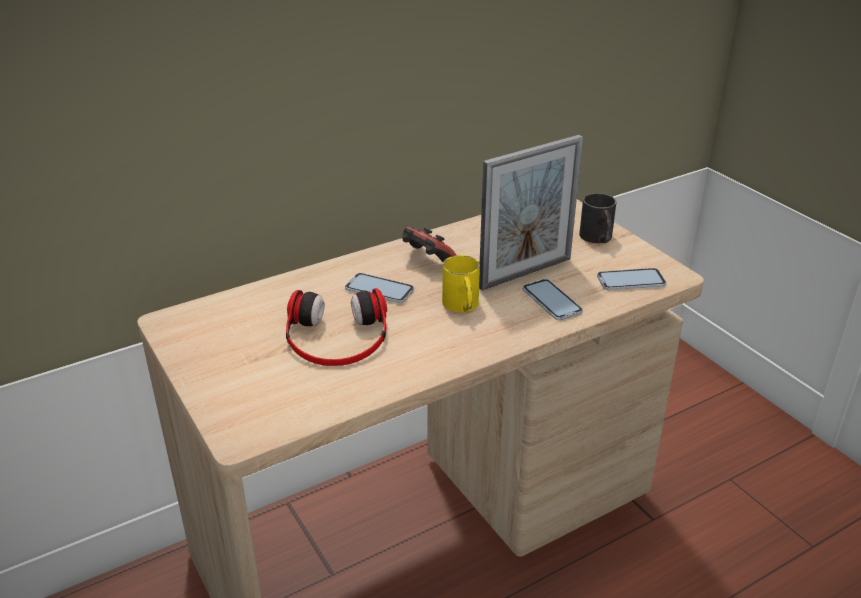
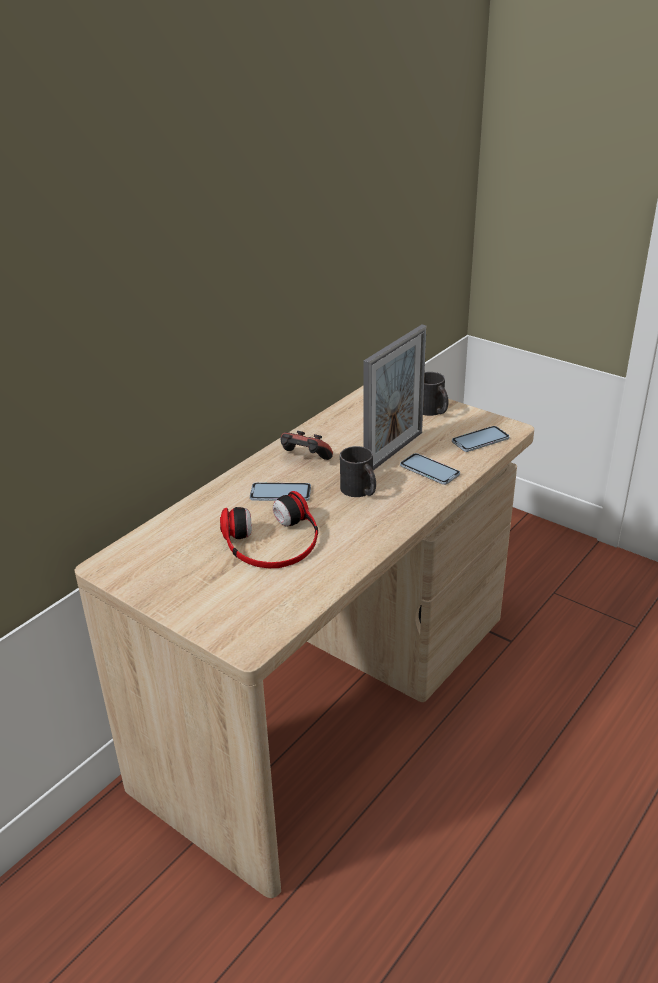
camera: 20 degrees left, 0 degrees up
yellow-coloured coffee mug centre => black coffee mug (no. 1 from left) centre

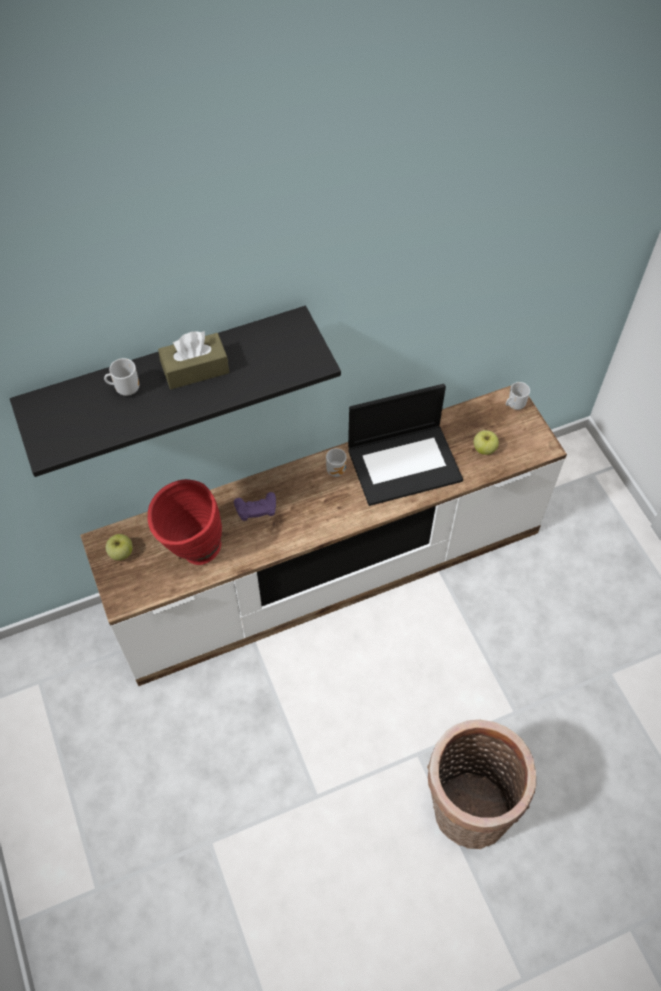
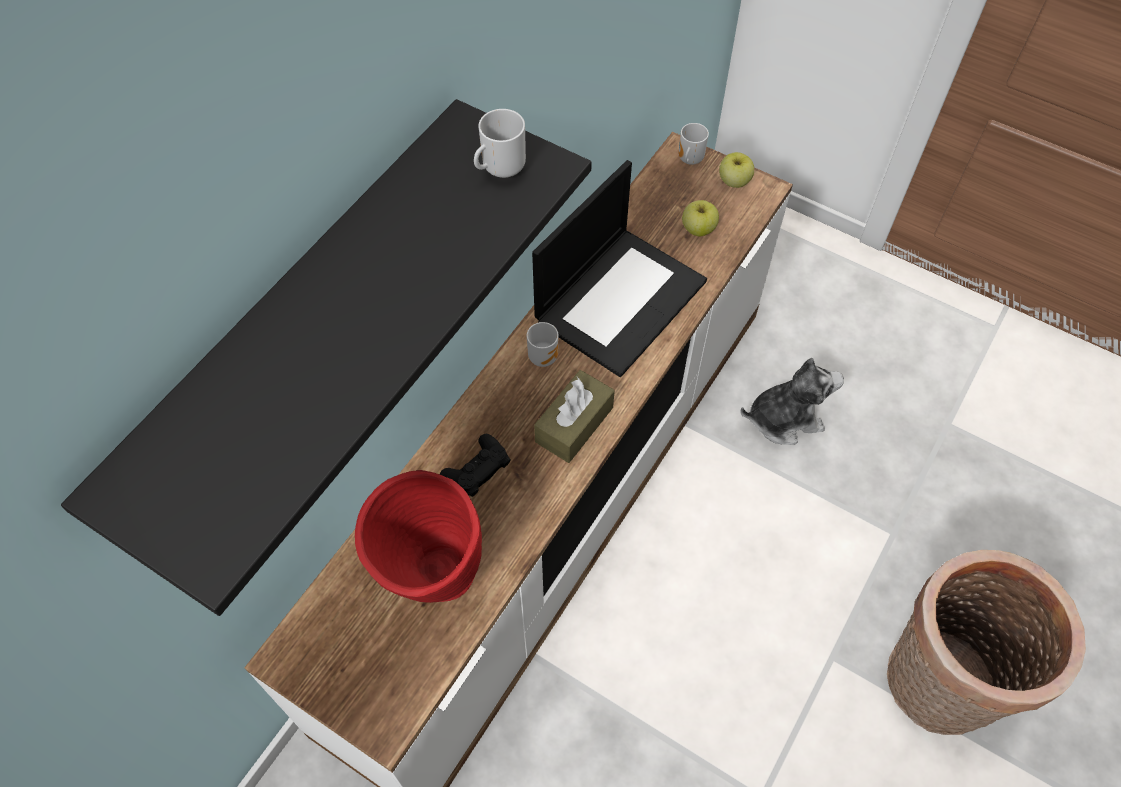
camera: 35 degrees left, 0 degrees up
coffee mug (no. 1 from left) middle left => coffee mug (no. 1 from left) top centre, relocated
apple (no. 1 from left in the first image) middle left => apple (no. 2 from left) top centre, relocated
brown-coloured tissue holder middle left => brown-coloured tissue holder centre, relocated
purplish gamepad centre => black gamepad centre
nothing => plush toy middle right

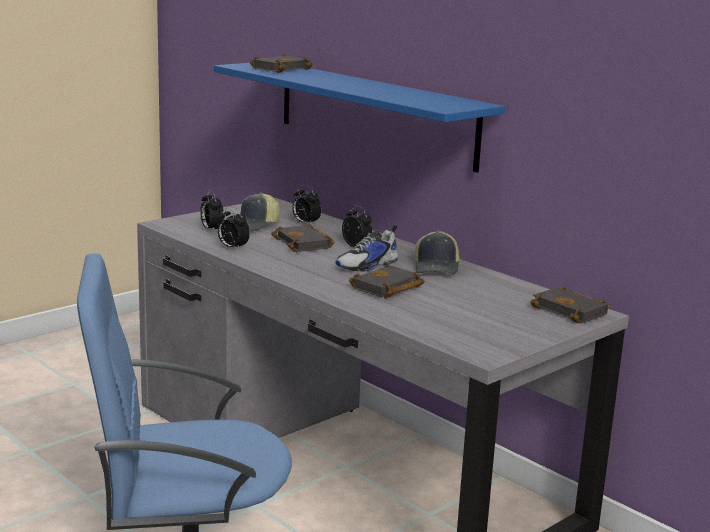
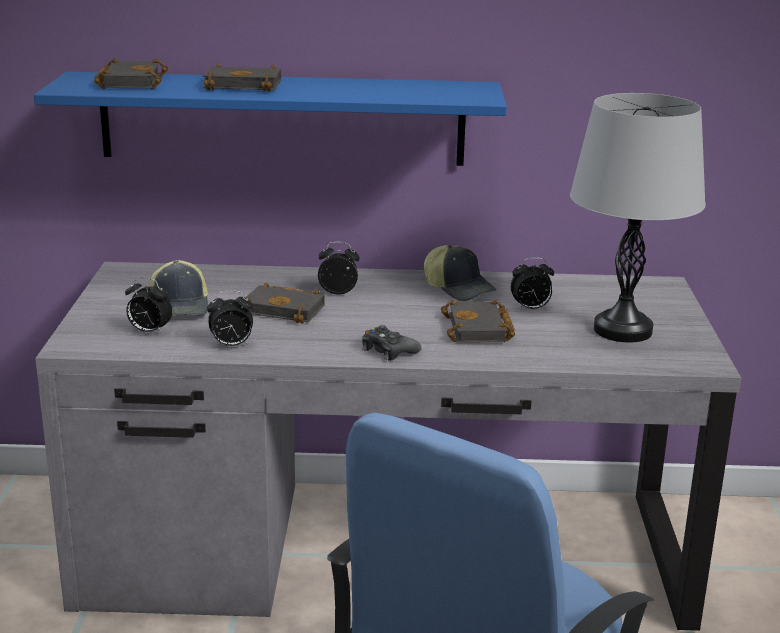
camera: 45 degrees left, 5 degrees up
bedside clock (no. 3 from left in the first image) centre => bedside clock (no. 4 from left) middle right, relocated
low shoe centre => nothing
black bound book (no. 4 from left in the first image) middle right => black bound book (no. 2 from left) top left, relocated
nothing => black gamepad centre
nothing => grey tabletop lamp middle right

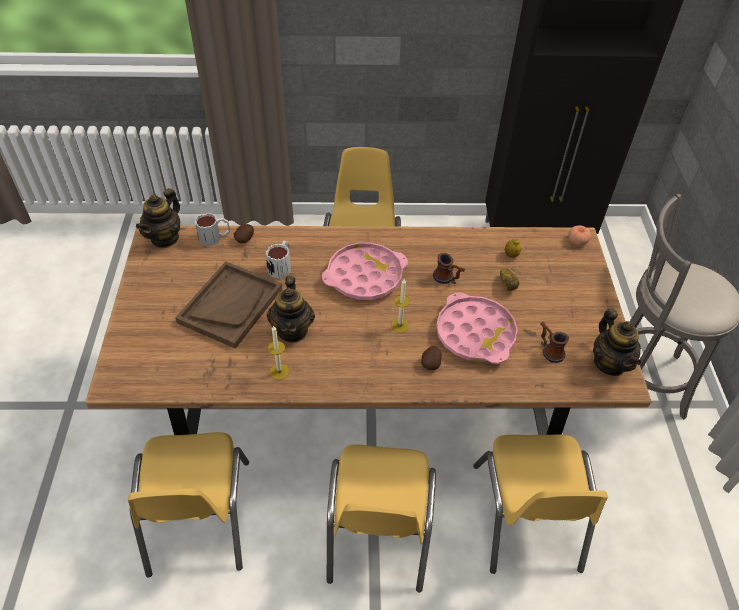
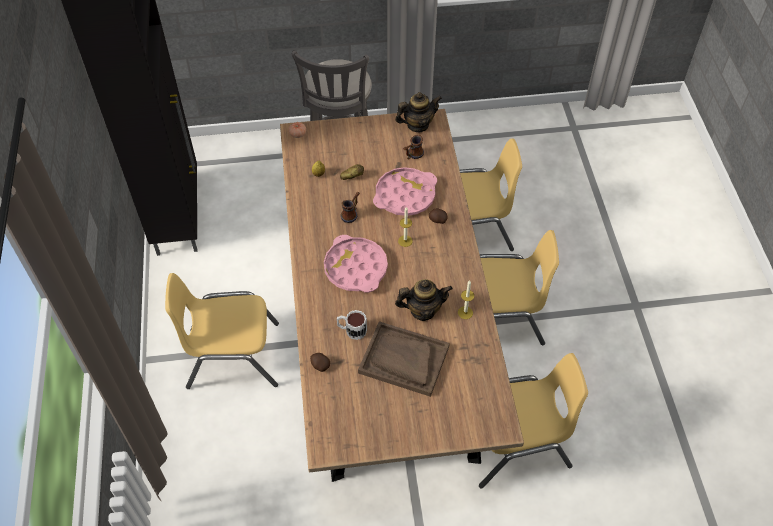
camera: 95 degrees left, 5 degrees up
teapot (no. 1 from left) middle left => nothing
coffee mug (no. 1 from left) middle left => nothing

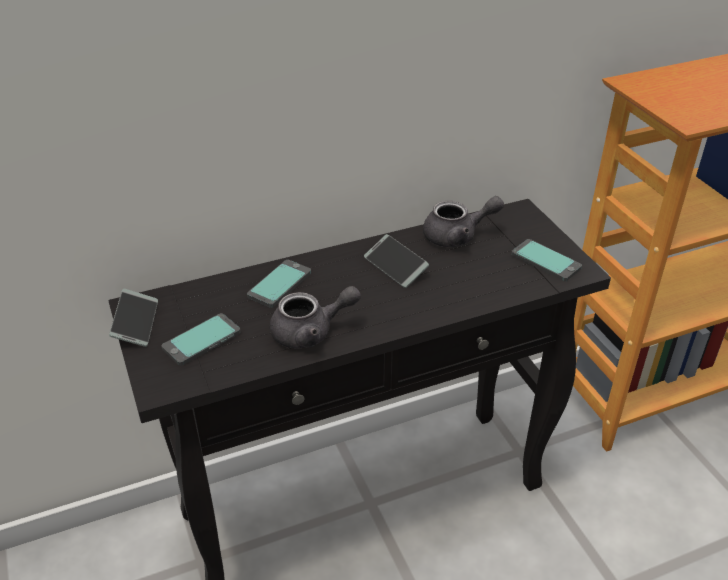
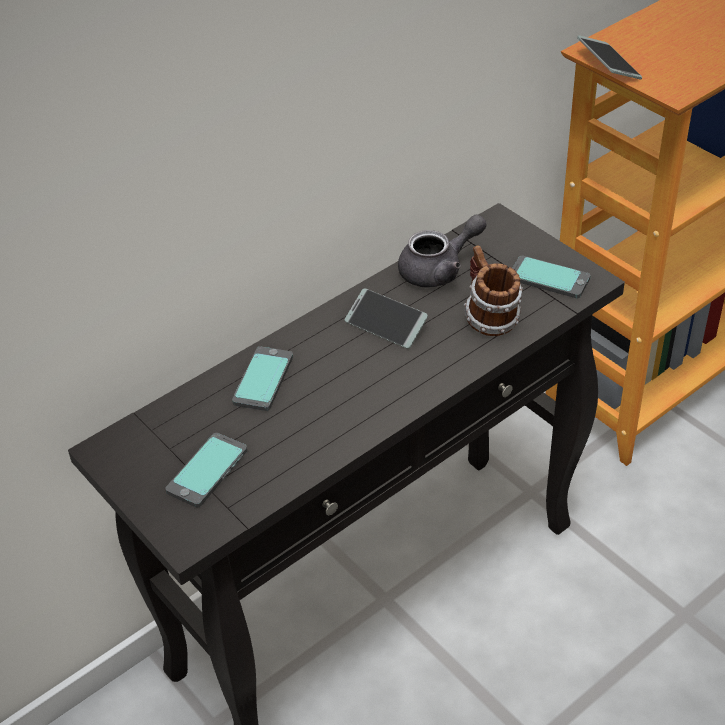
camera: 15 degrees left, 5 degrees up
handset (no. 1 from left in the first image) middle left => handset (no. 5 from left) top right, relocated
grey teapot (no. 1 from left) centre => nothing
nothing => coffee mug middle right

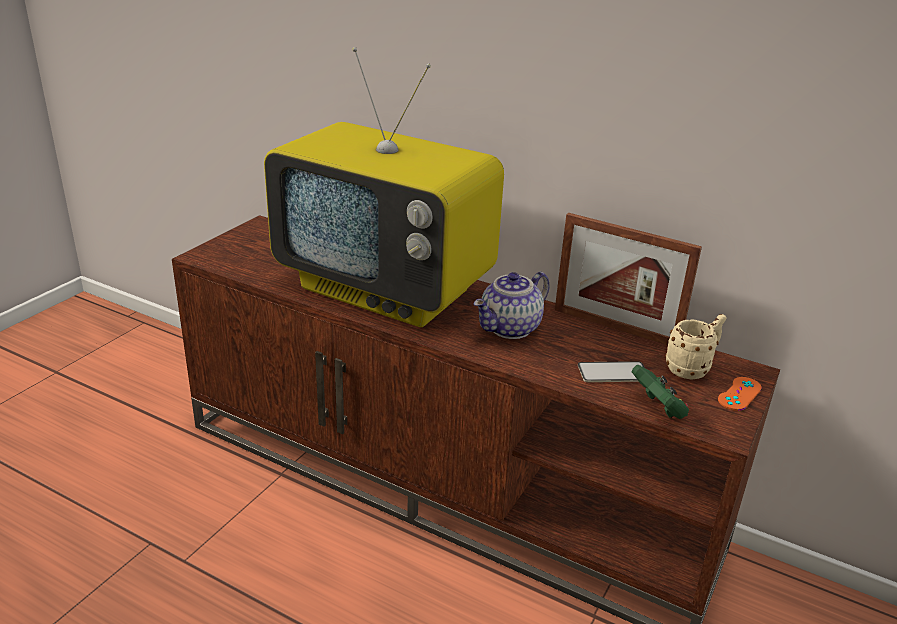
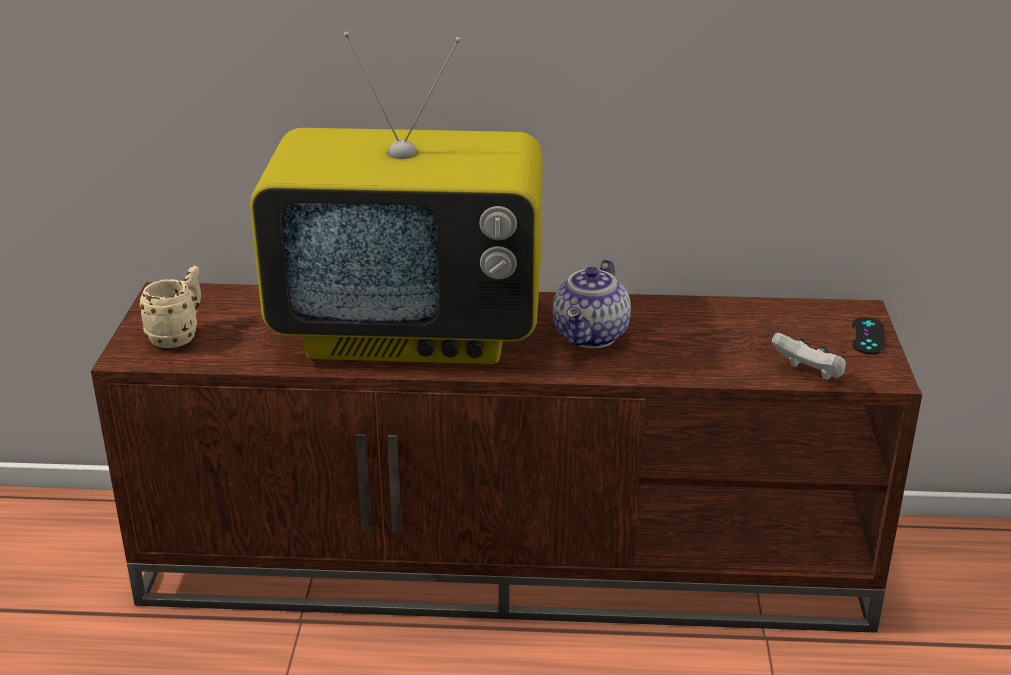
camera: 25 degrees left, 0 degrees up
picture frame middle right => nothing
handset middle right => nothing
green gamepad middle right => whitish gamepad middle right
beige-coloured coffee mug middle right => beige-coloured coffee mug middle left, relocated
orange-coloured gamepad middle right => black gamepad middle right

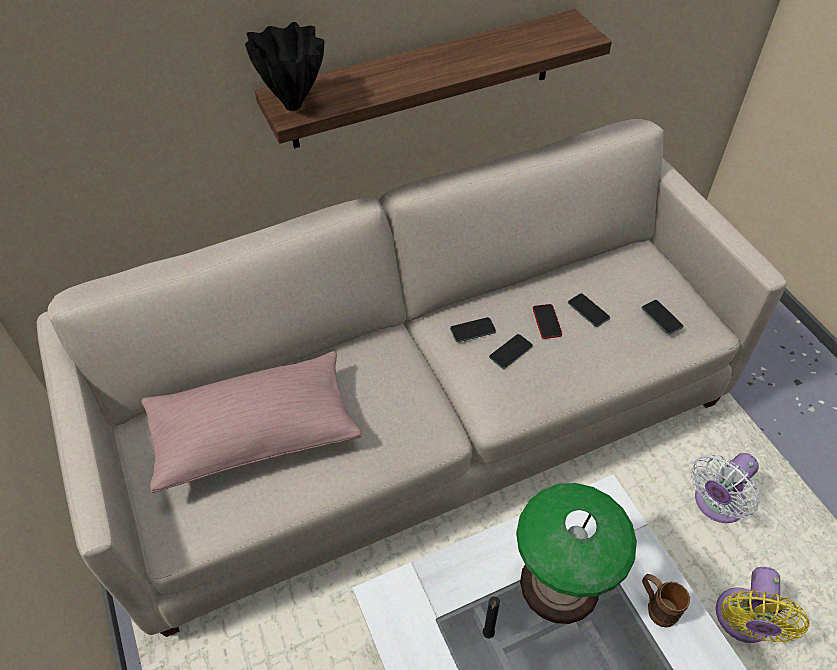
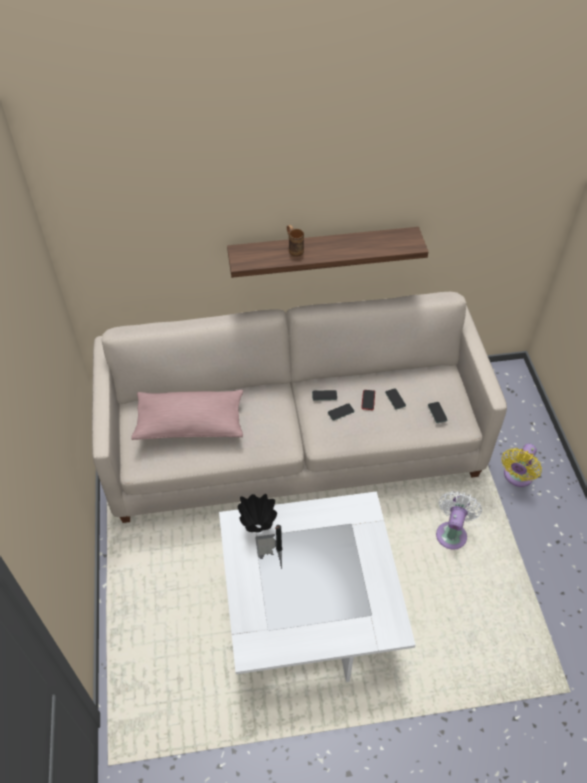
camera: 15 degrees right, 0 degrees up
black decorative vase top centre => black decorative vase centre, relocated
tabletop lamp bottom right => nothing
brown-coloured coffee mug bottom right => brown-coloured coffee mug top centre, relocated
whitish electric fan bottom right => whitish electric fan middle right, 135 degrees clockwise
yellow-coloured electric fan bottom right => yellow-coloured electric fan middle right, relocated

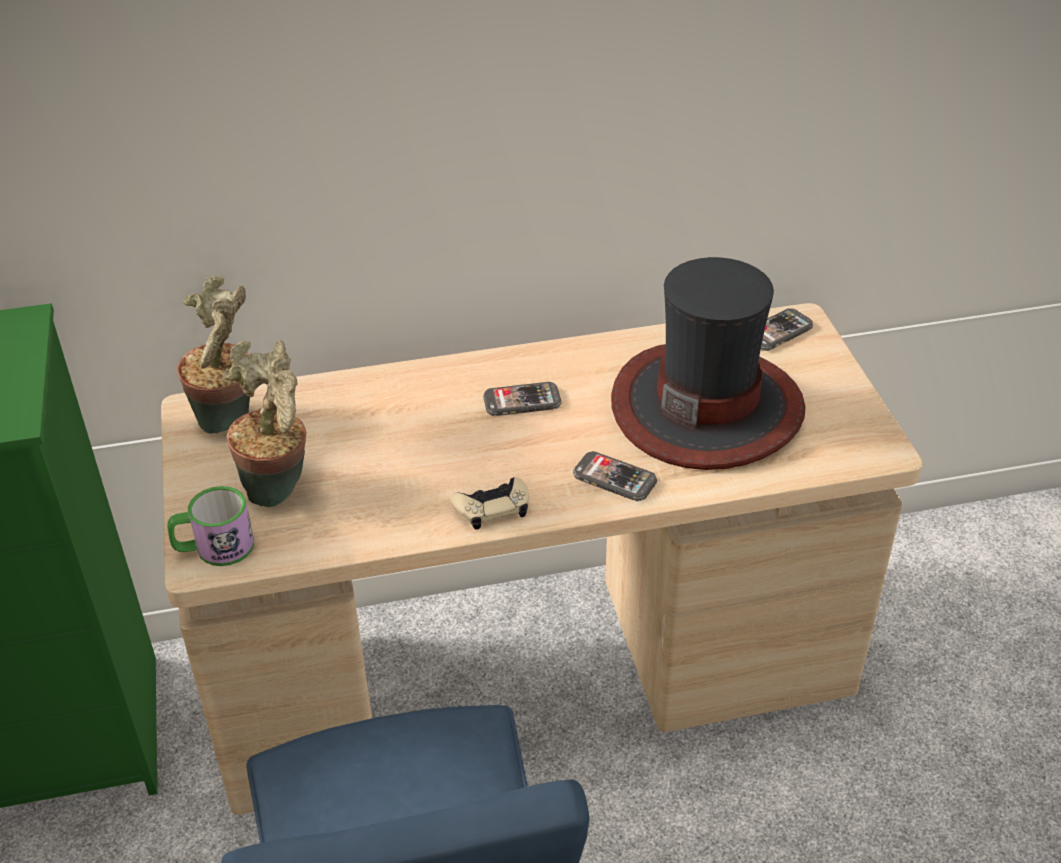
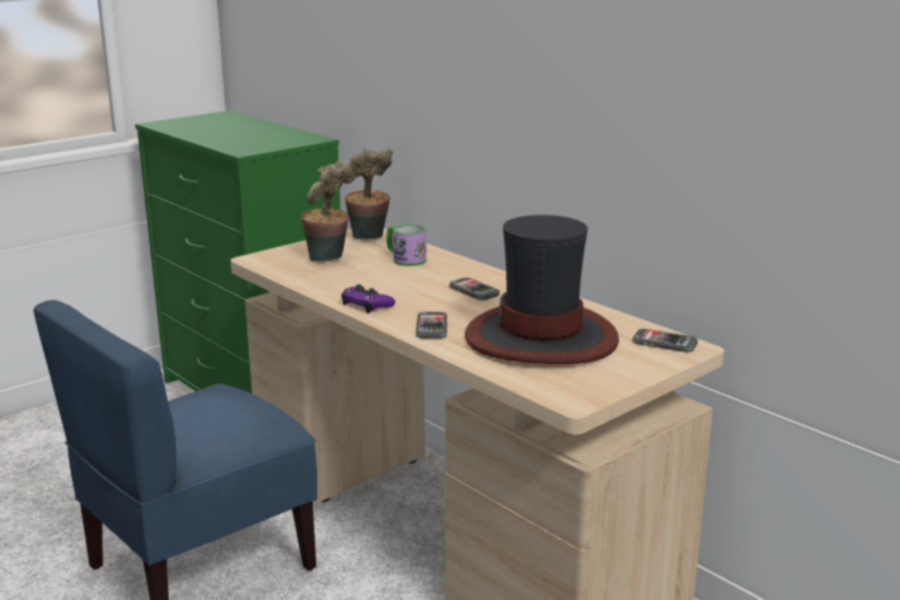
camera: 60 degrees right, 20 degrees down
coffee mug middle left => coffee mug centre, relocated
beige-coloured gamepad centre => purplish gamepad centre

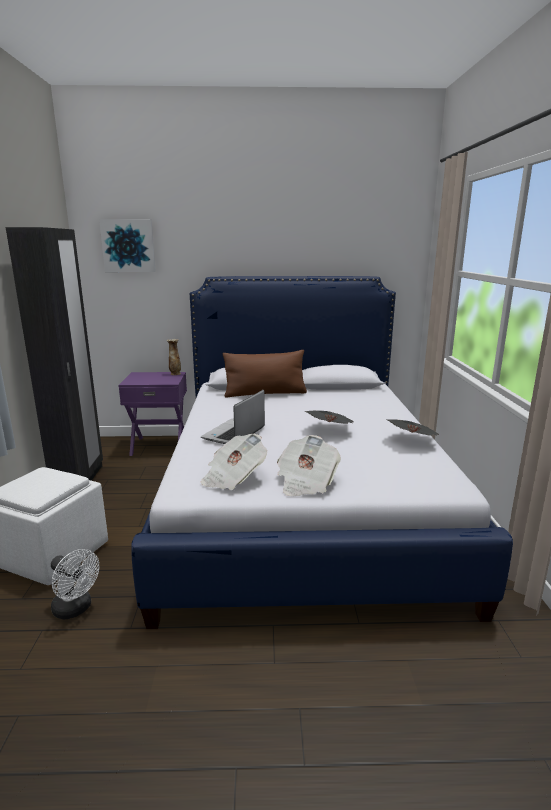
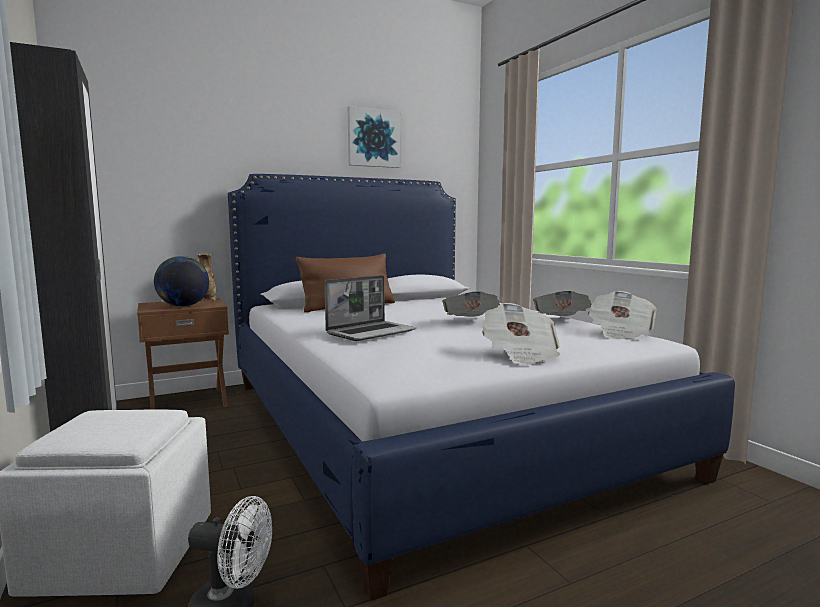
camera: 25 degrees left, 10 degrees down
wall picture top left => wall picture top centre, relocated
purplish night table middle left => brown-coloured night table middle left
laptop centre, 135 degrees counterclockwise
newspaper (no. 1 from left in the first image) centre => newspaper (no. 4 from left) middle right, relocated
nothing => world globe middle left

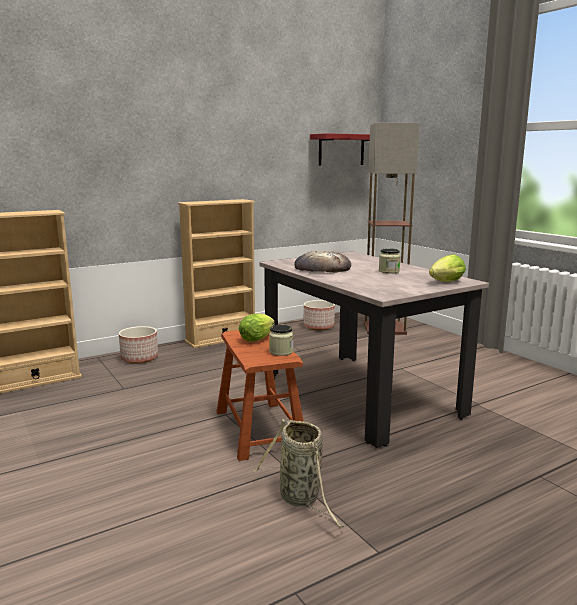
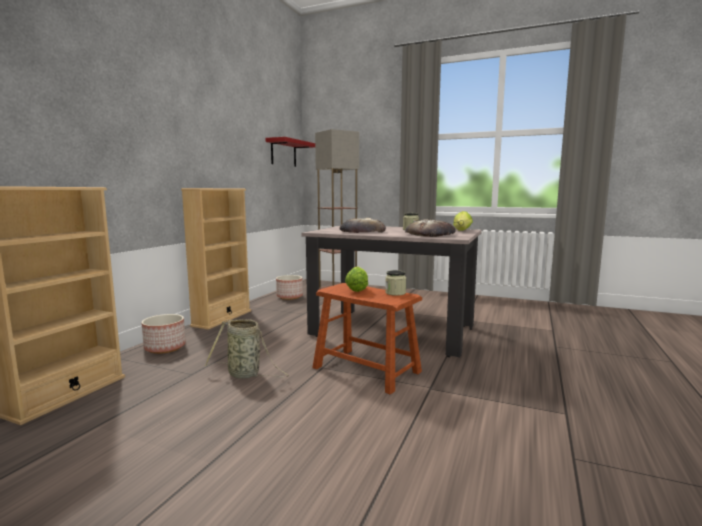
camera: 35 degrees left, 5 degrees down
storage basket bottom centre => storage basket centre, relocated
nothing => bakery bread (no. 2 from left) centre

